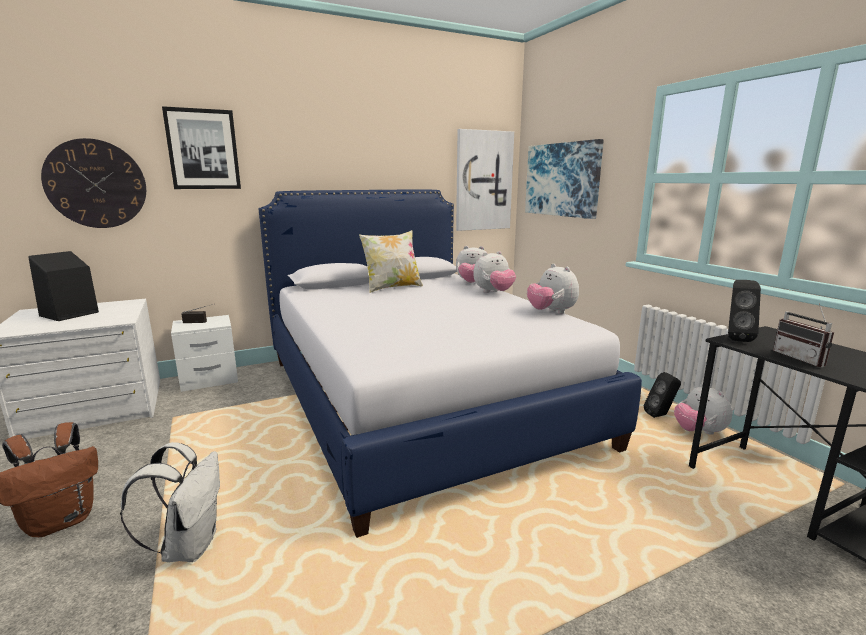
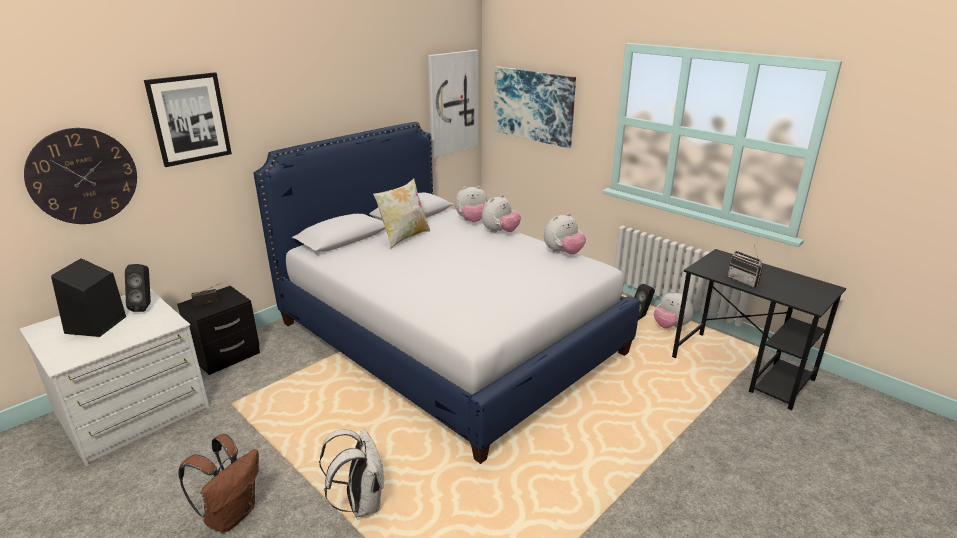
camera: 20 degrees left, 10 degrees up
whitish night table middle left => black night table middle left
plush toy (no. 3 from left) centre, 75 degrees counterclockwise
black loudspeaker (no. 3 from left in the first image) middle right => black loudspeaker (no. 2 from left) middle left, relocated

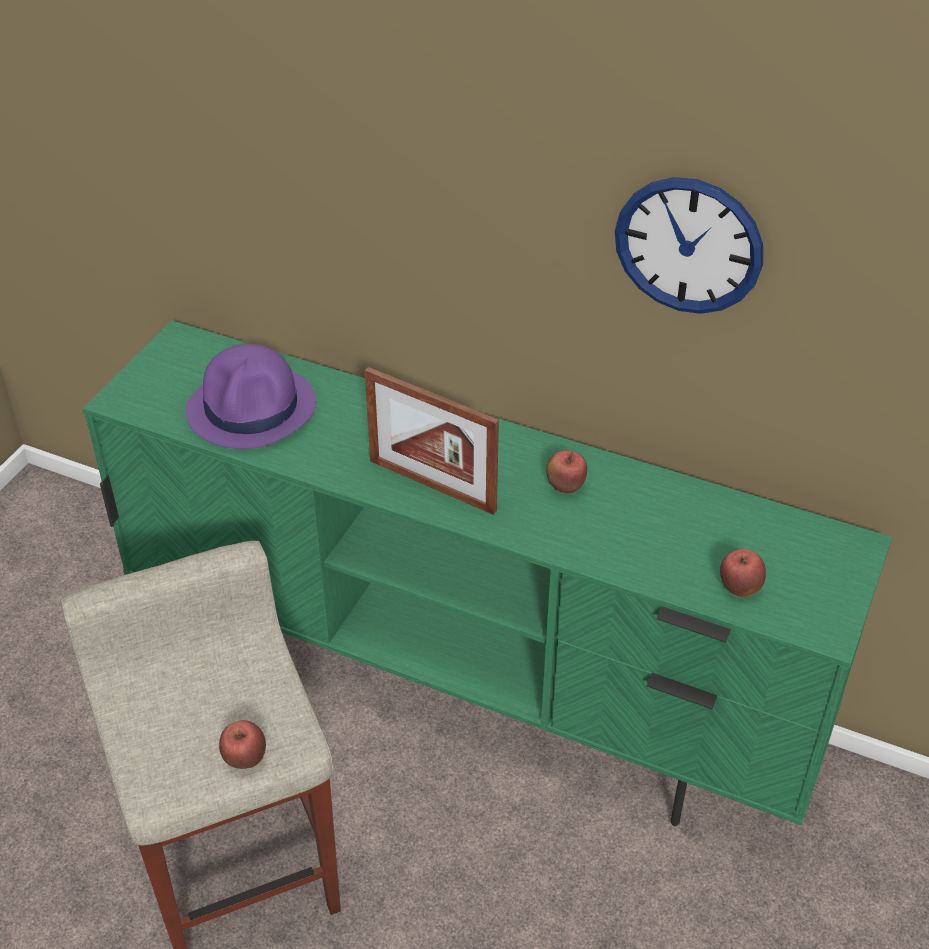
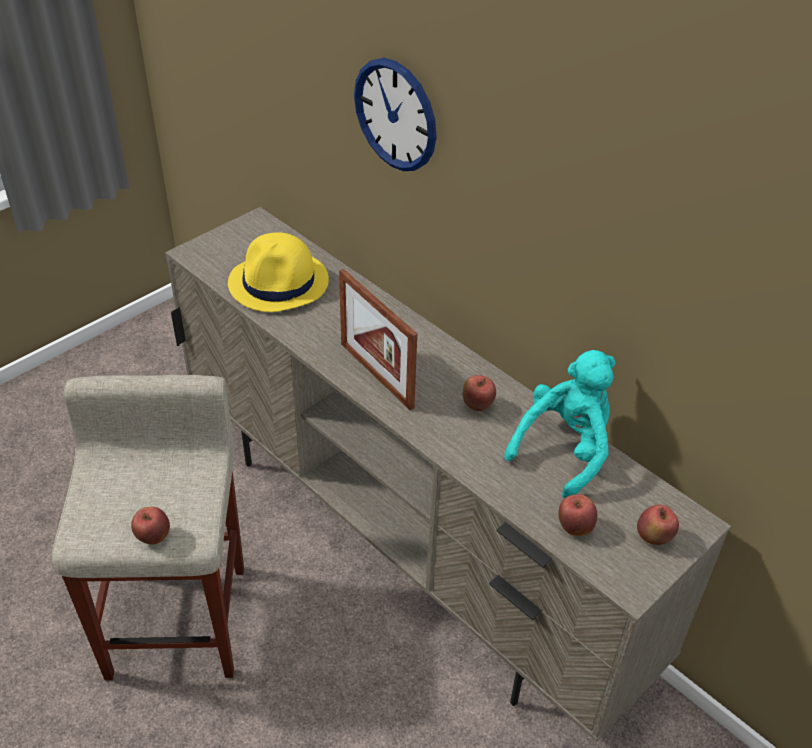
camera: 20 degrees right, 0 degrees up
green tv unit centre => beige-coloured tv unit centre
purplish hat middle left => yellow-coloured hat centre
hanging clock top right => hanging clock top centre, relocated
nothing => blue-green plush toy middle right
nothing => apple (no. 4 from left) bottom right

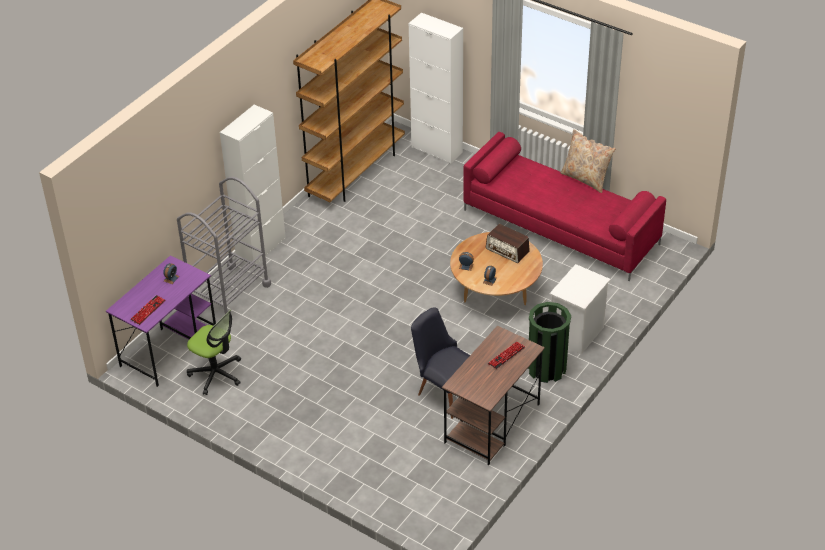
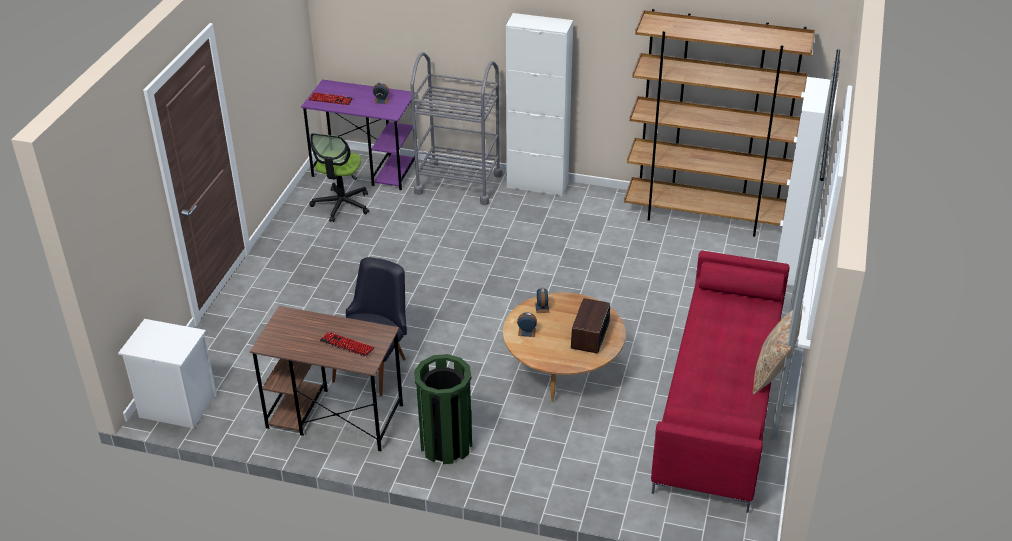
camera: 70 degrees right, 5 degrees down
whitish night table middle right => whitish night table bottom left, relocated

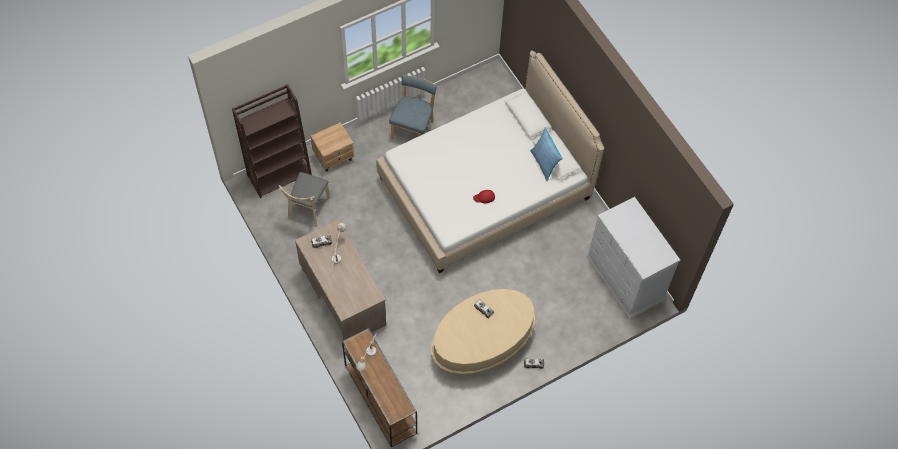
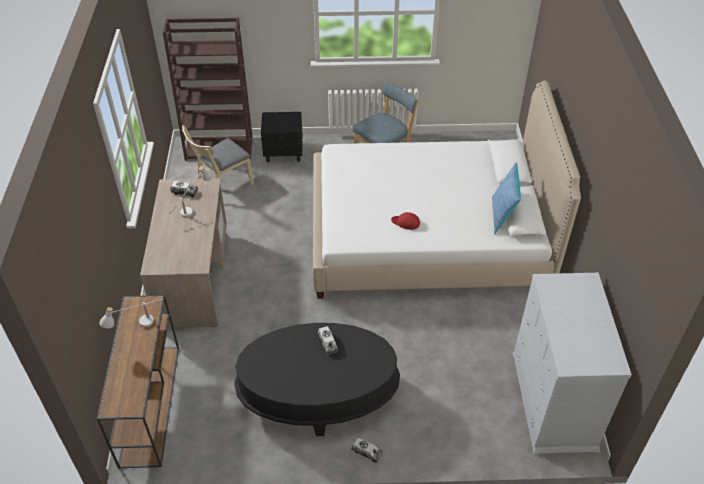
camera: 30 degrees right, 15 degrees down
beige-coloured night table top centre => black night table top centre
beige-coloured coffee table bottom centre => black coffee table bottom centre

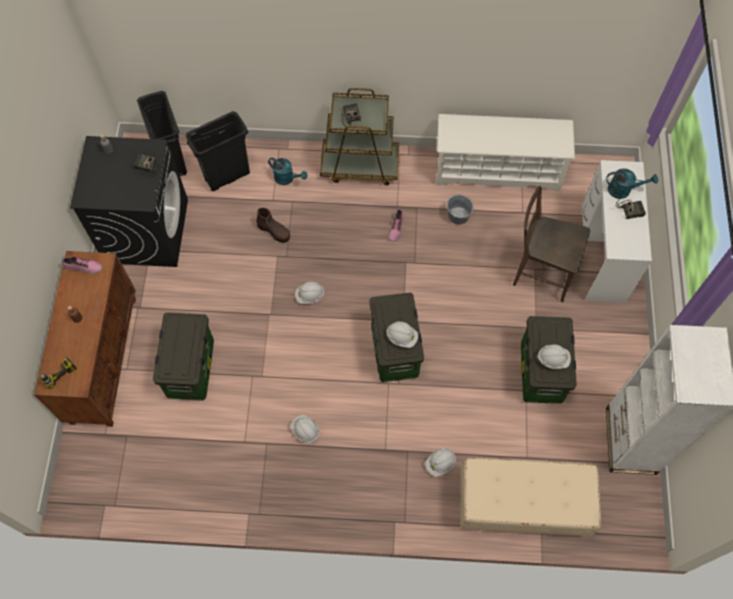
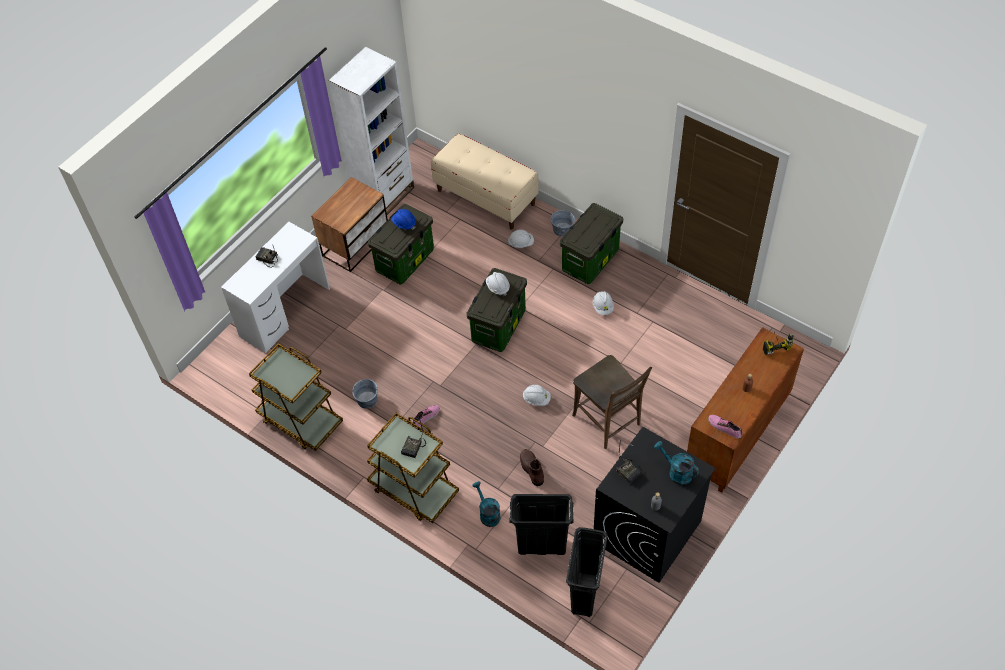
camera: 145 degrees left, 10 degrees down
storage bin (no. 1 from left in the first image) middle left => storage bin (no. 3 from left) centre, relocated
whitish shoe shelf top right => brown-coloured wheeled cart (no. 1 from left) middle left
brown-coloured upright chair middle right => brown-coloured upright chair centre, relocated
whitish safety helmet (no. 5 from left) middle right => blue safety helmet top centre
blue-green sprinkling can (no. 2 from left) top right => blue-green sprinkling can (no. 2 from left) bottom right, relocated
nothing => night table centre
nothing => grey water bucket (no. 2 from left) top centre

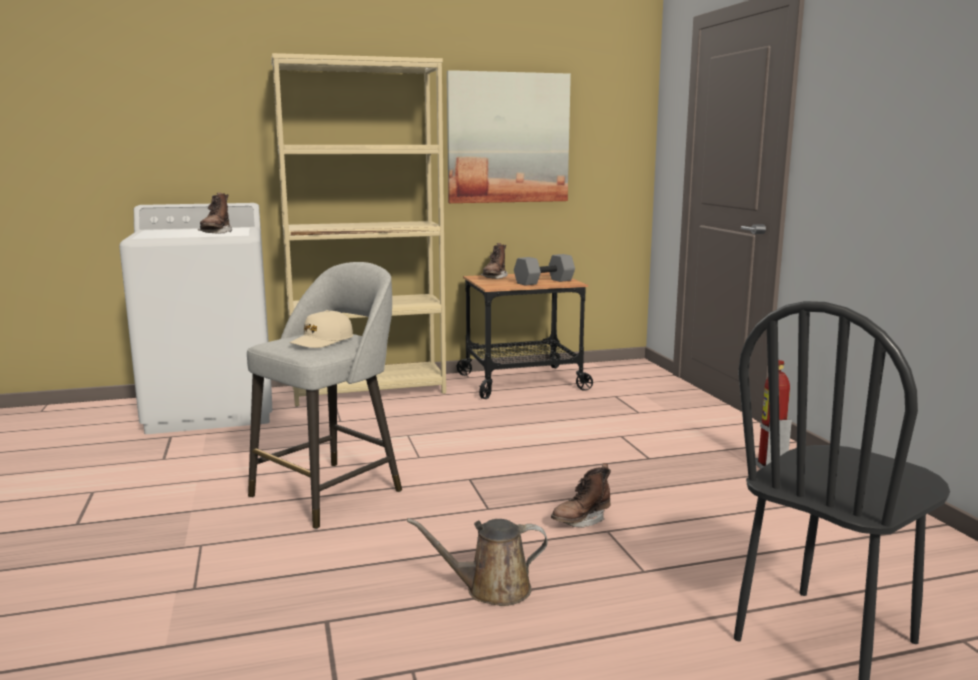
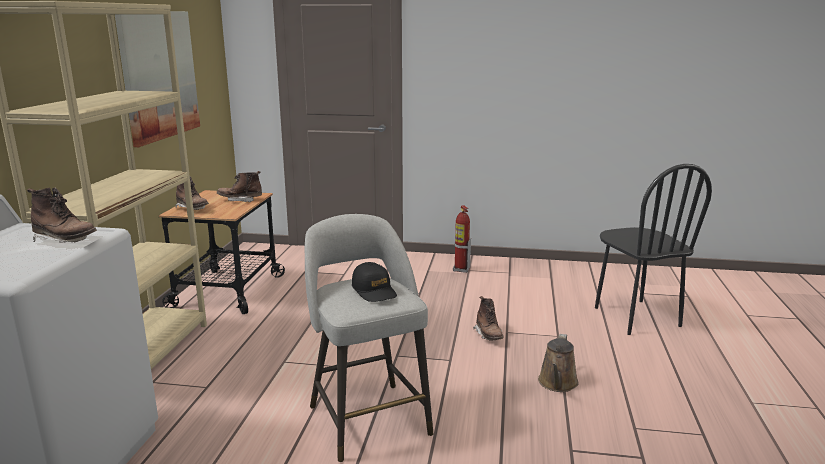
camera: 65 degrees left, 5 degrees up
beige-coloured baseball cap middle left => black baseball cap centre
grey hand weight centre => brown-coloured boot (no. 3 from left) middle left

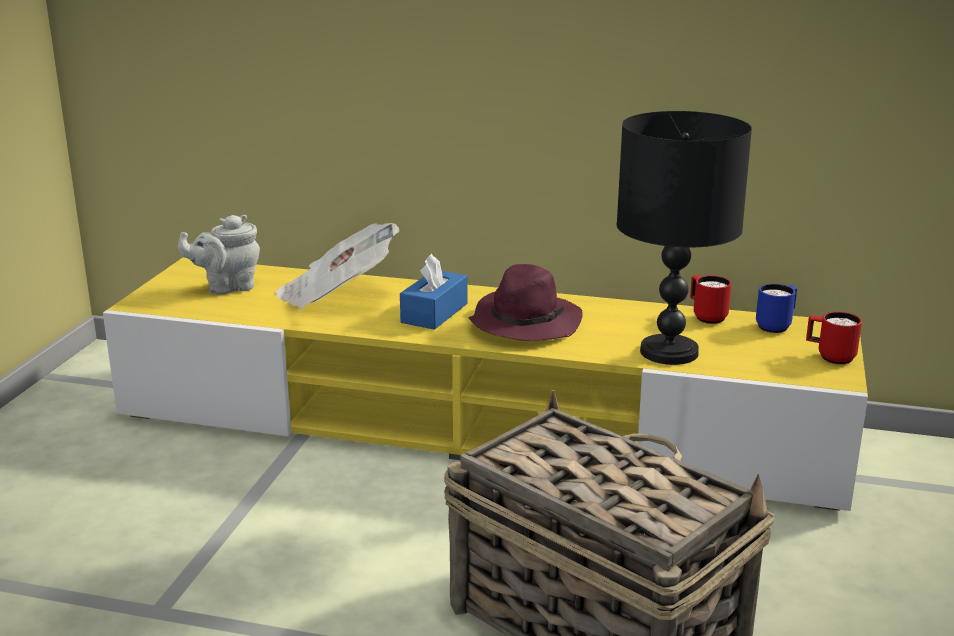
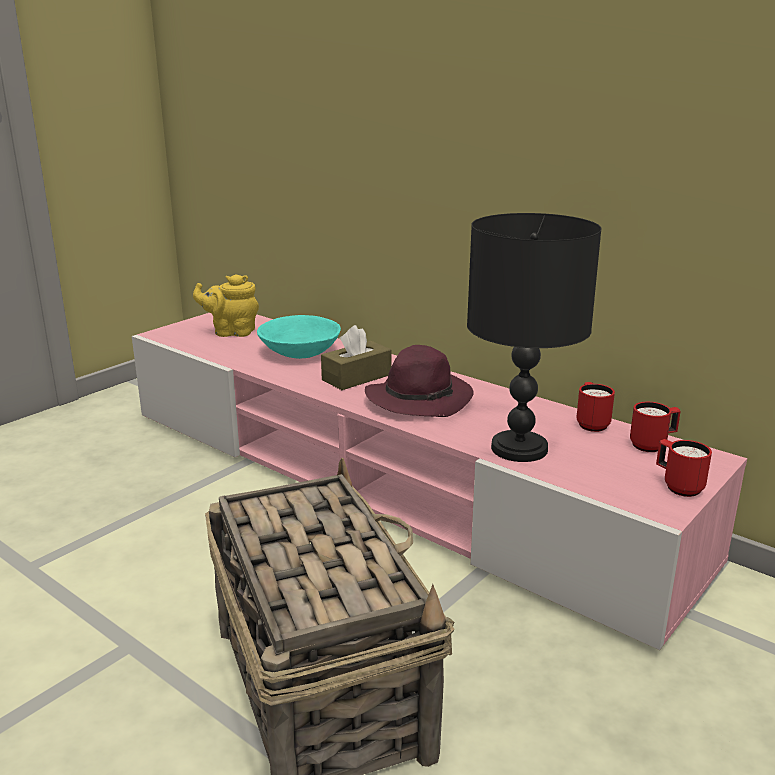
camera: 25 degrees right, 0 degrees up
yellow-coloured tv unit centre => pink tv unit centre
grey teapot middle left => yellow-coloured teapot middle left
newspaper centre => blue-green bowl centre
blue tissue holder centre => brown-coloured tissue holder centre
blue coffee mug middle right => red-coloured coffee mug (no. 2 from left) middle right

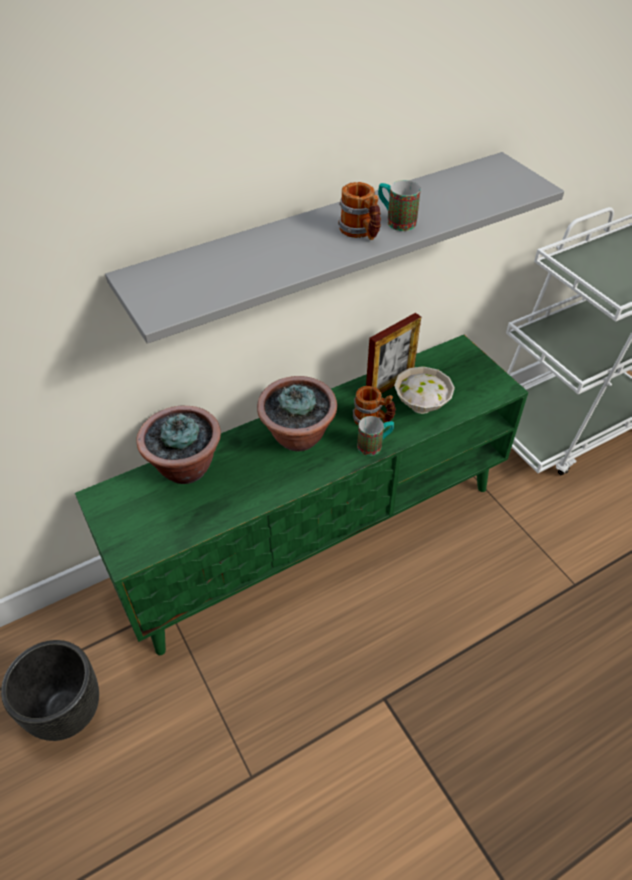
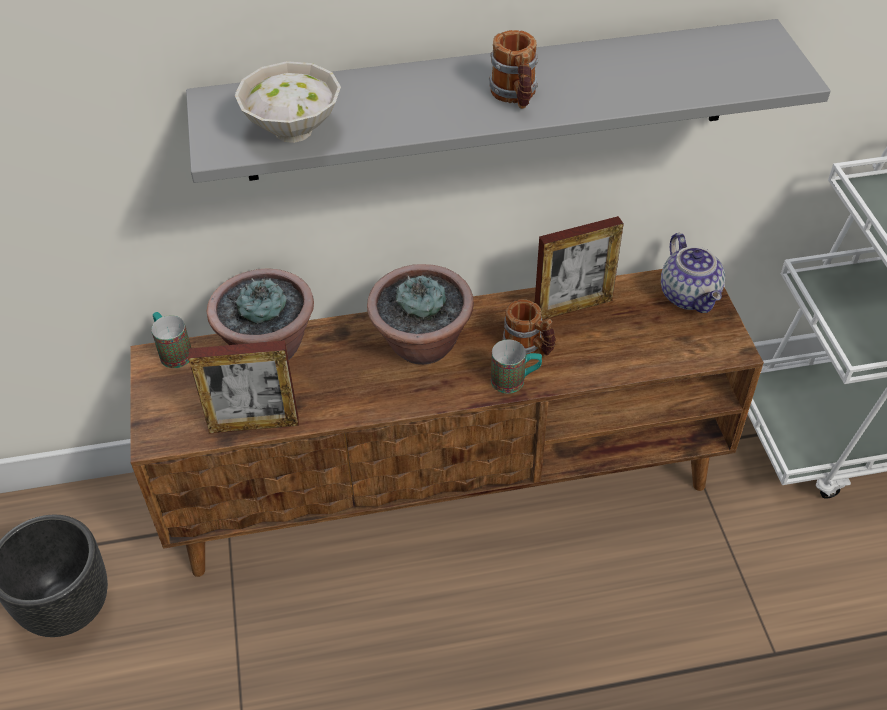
camera: 20 degrees right, 0 degrees up
green tv unit centre => brown-coloured tv unit centre
coffee mug (no. 4 from left in the first image) top centre => coffee mug (no. 1 from left) middle left, relocated
whitish bowl middle right => whitish bowl top left, relocated
nothing => picture frame (no. 1 from left) middle left
nothing => teapot middle right

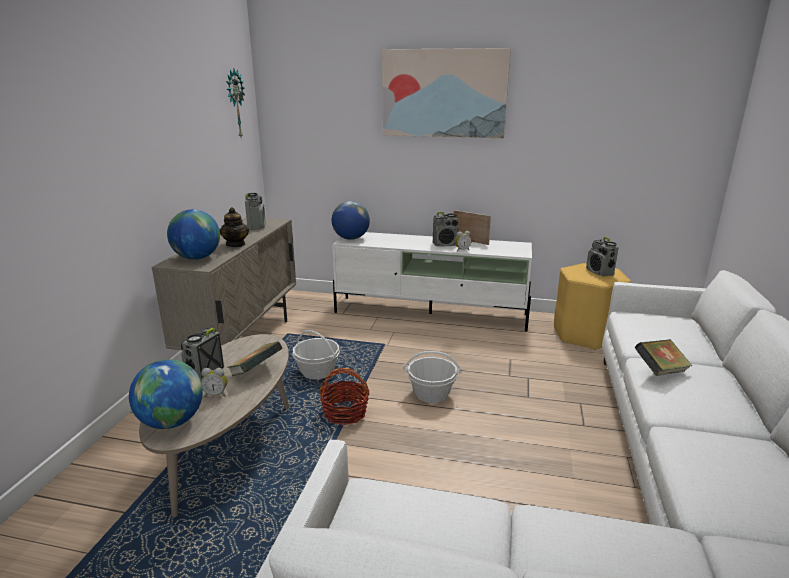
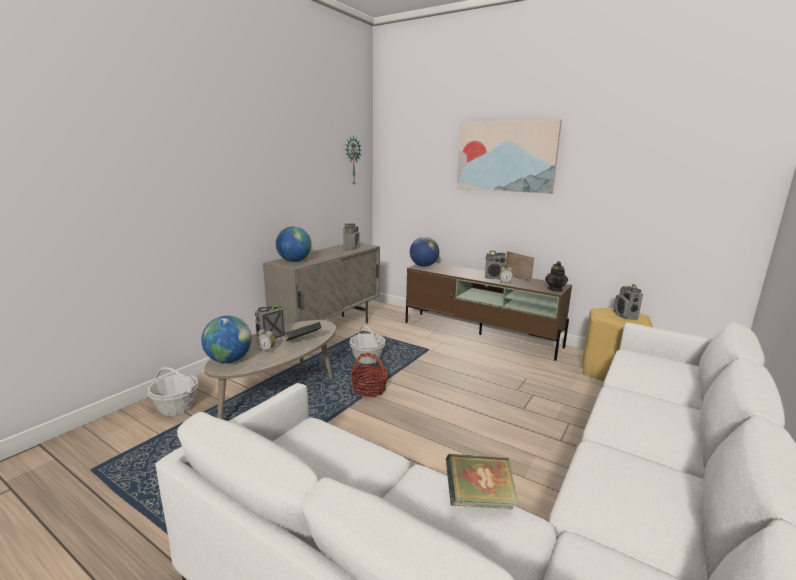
camera: 20 degrees right, 5 degrees down
teapot middle left => teapot middle right, relocated
whitish tv unit centre => brown-coloured tv unit centre
storage basket (no. 3 from left in the first image) centre => storage basket (no. 1 from left) bottom left, relocated
bound book (no. 2 from left) middle right => bound book (no. 2 from left) bottom centre, relocated

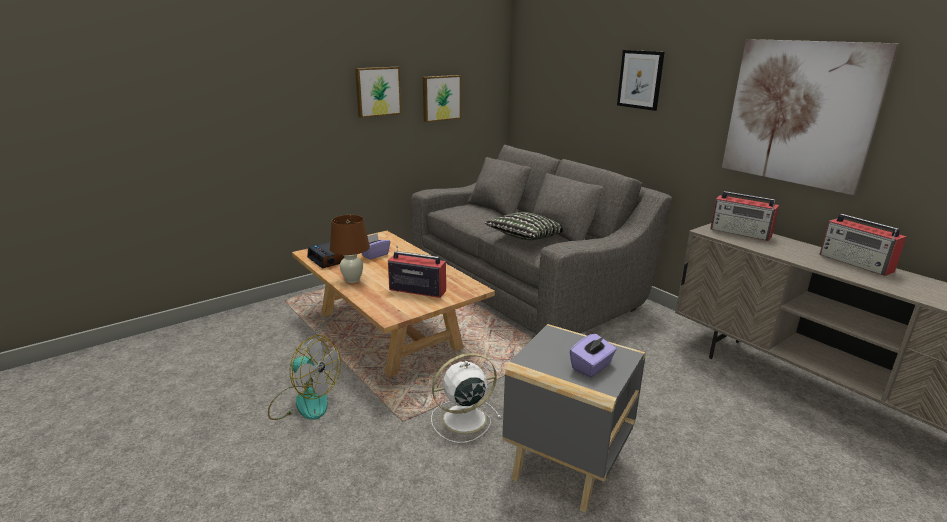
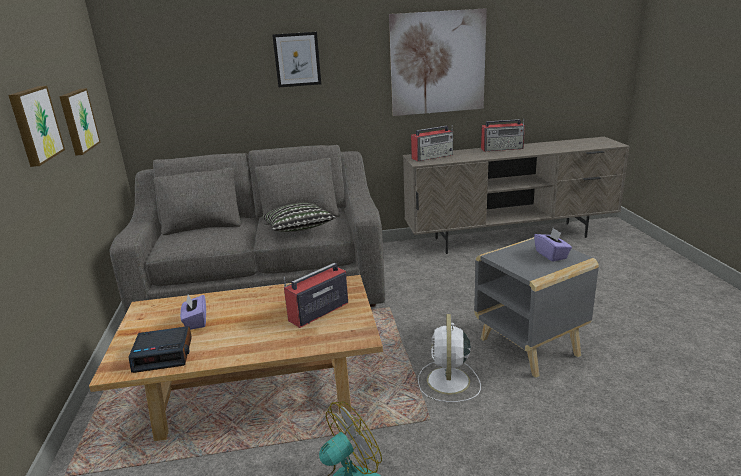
camera: 60 degrees left, 0 degrees up
brown-coloured tabletop lamp centre => nothing

